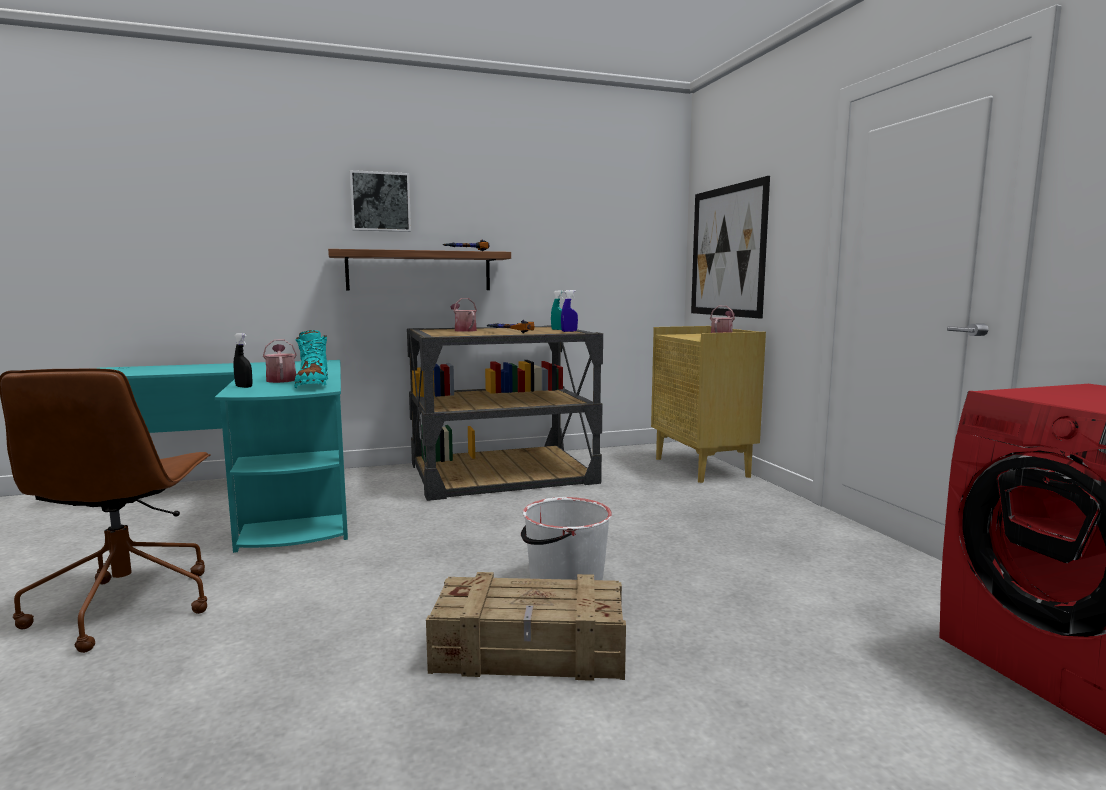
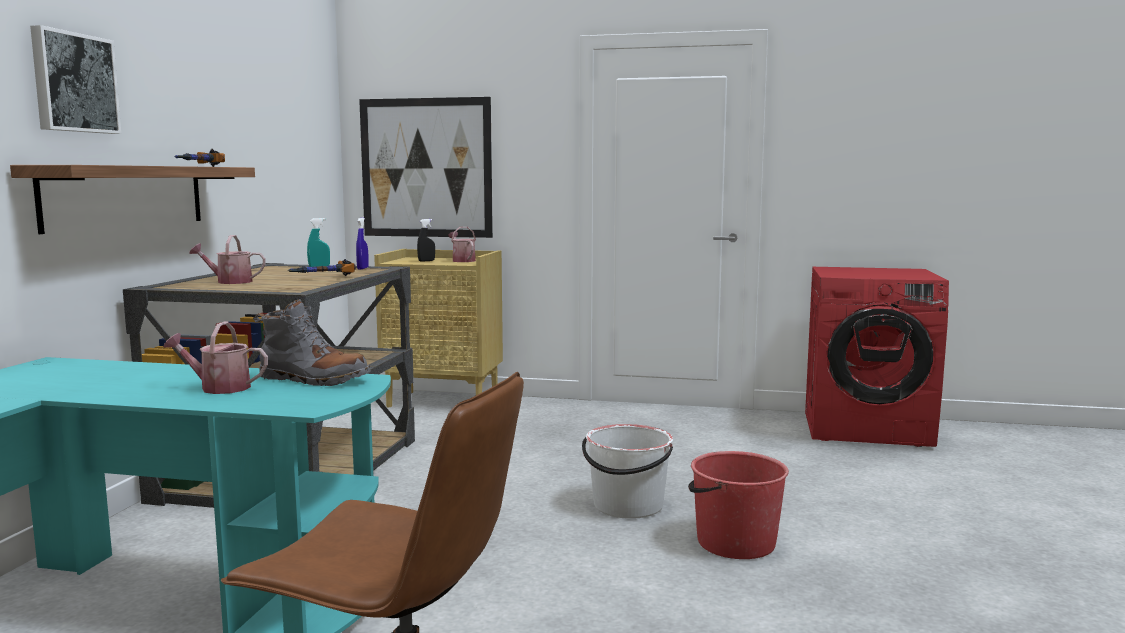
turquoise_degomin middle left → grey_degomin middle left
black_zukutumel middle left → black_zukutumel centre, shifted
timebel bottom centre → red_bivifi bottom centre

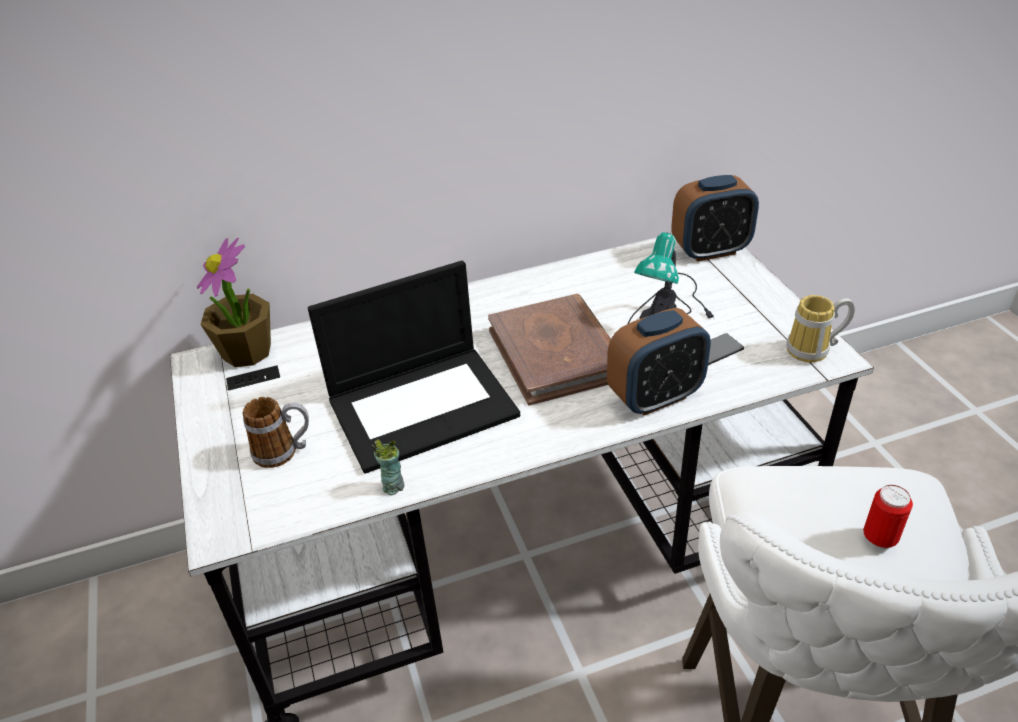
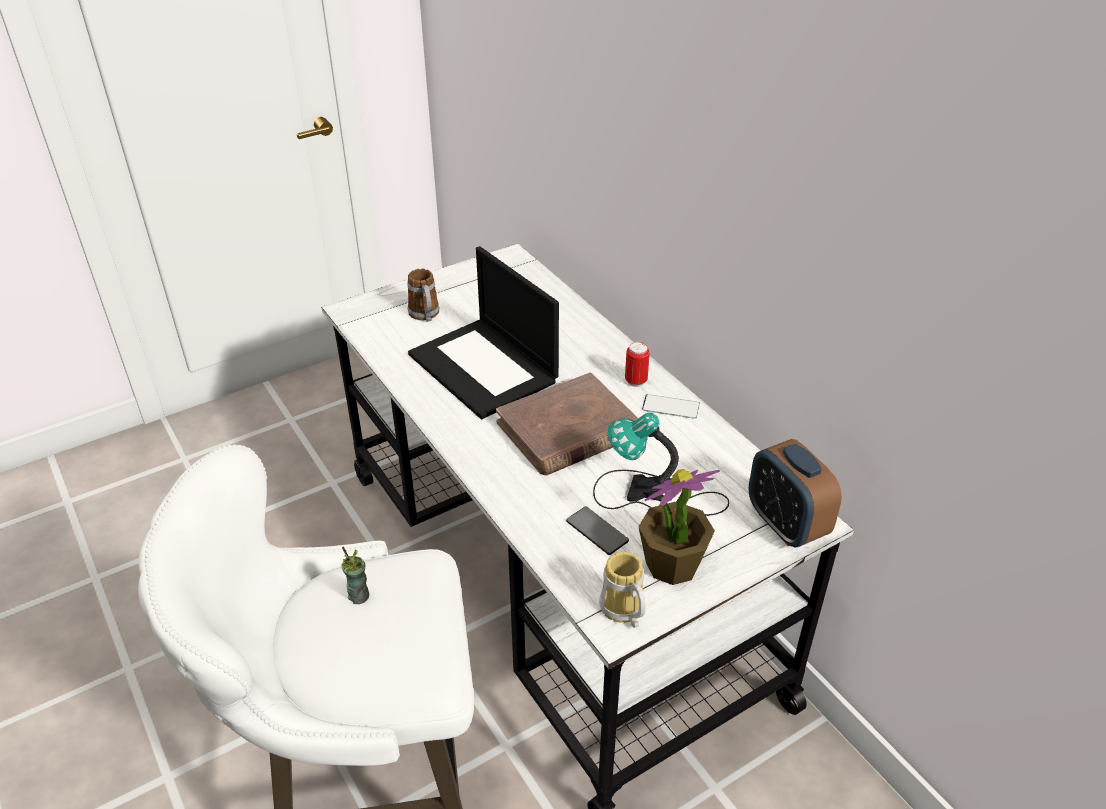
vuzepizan middle left → vuzepizan centre, shifted
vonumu (no. 1 from left) centre → -
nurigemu centre → nurigemu bottom left, shifted
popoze bottom right → popoze centre, shifted
- → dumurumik (no. 2 from left) centre

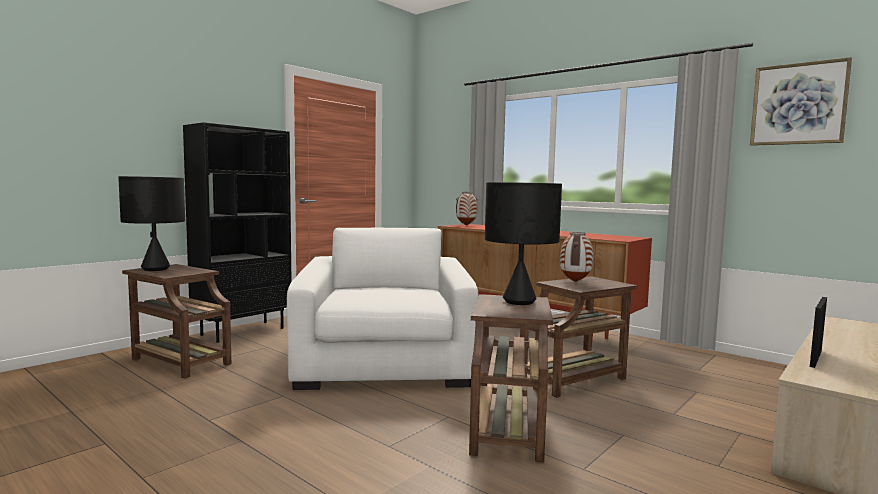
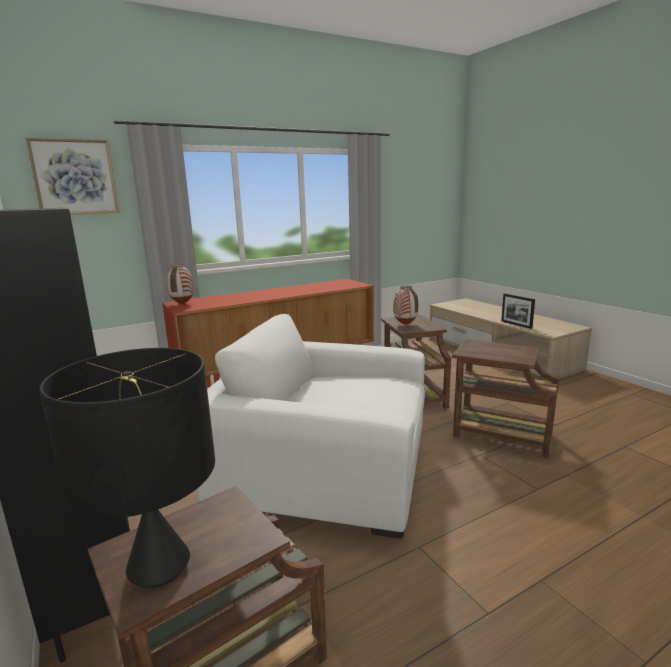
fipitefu top right → fipitefu top left, shifted
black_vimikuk (no. 2 from left) centre → -

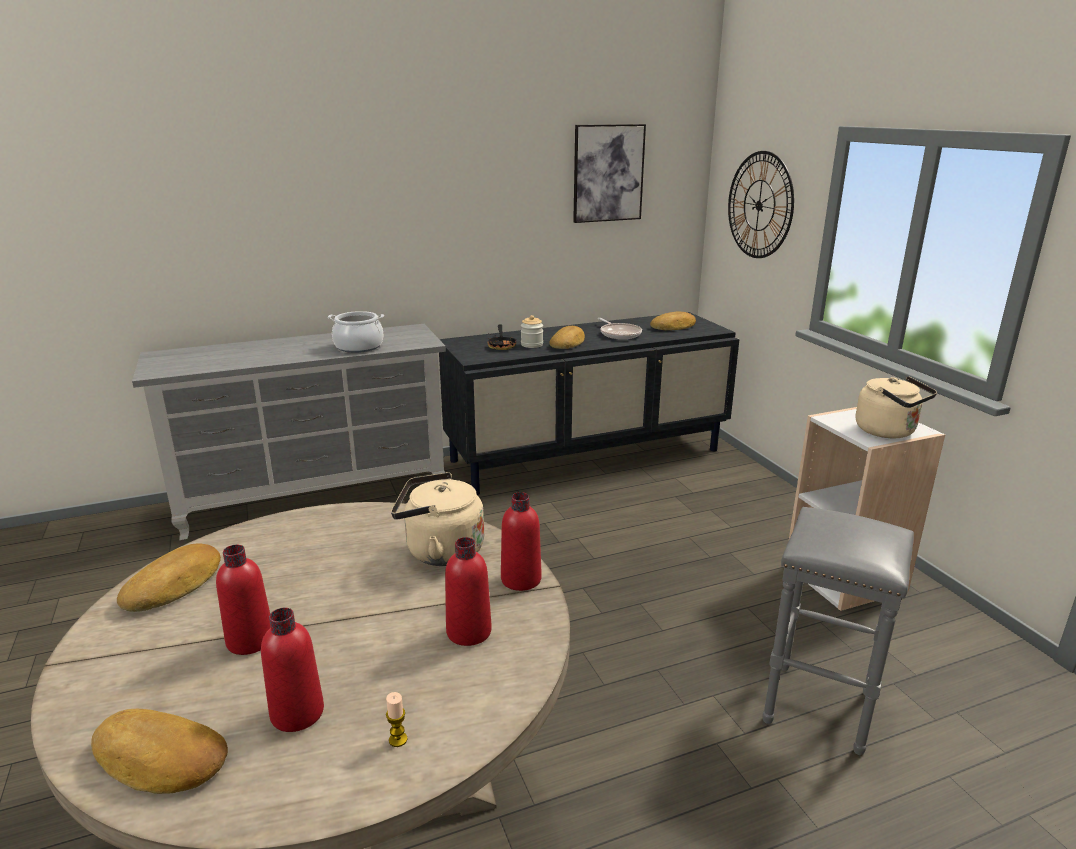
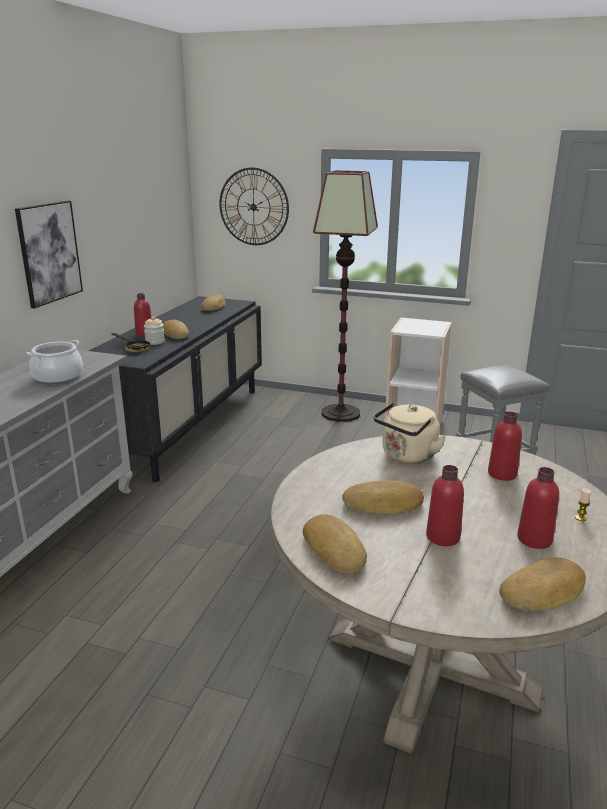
fipitefu top centre → fipitefu top left, shifted
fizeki (no. 2 from left) centre → -
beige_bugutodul (no. 2 from left) middle right → -
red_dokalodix (no. 4 from left in the first image) centre → red_dokalodix (no. 1 from left) middle left, shifted
- → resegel centre
- → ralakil (no. 4 from left) centre

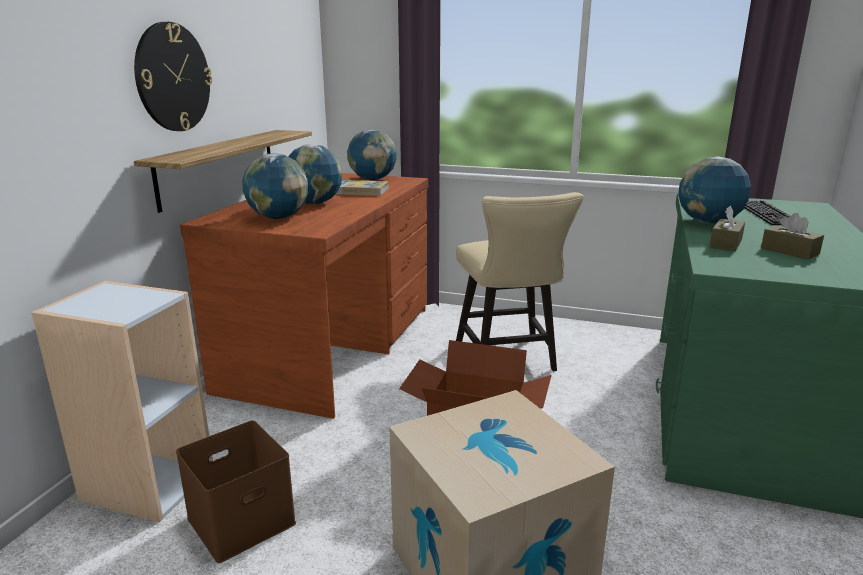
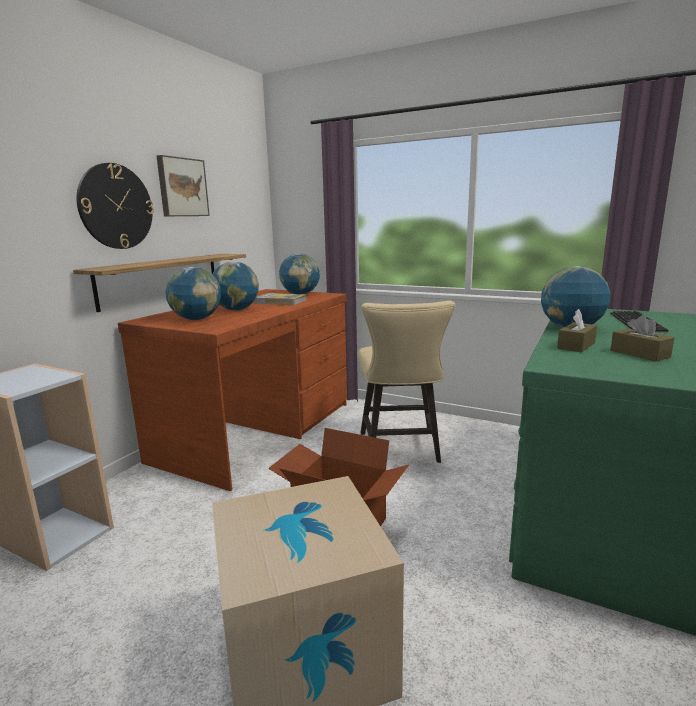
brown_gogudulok bottom left → -
- → fipitefu top left

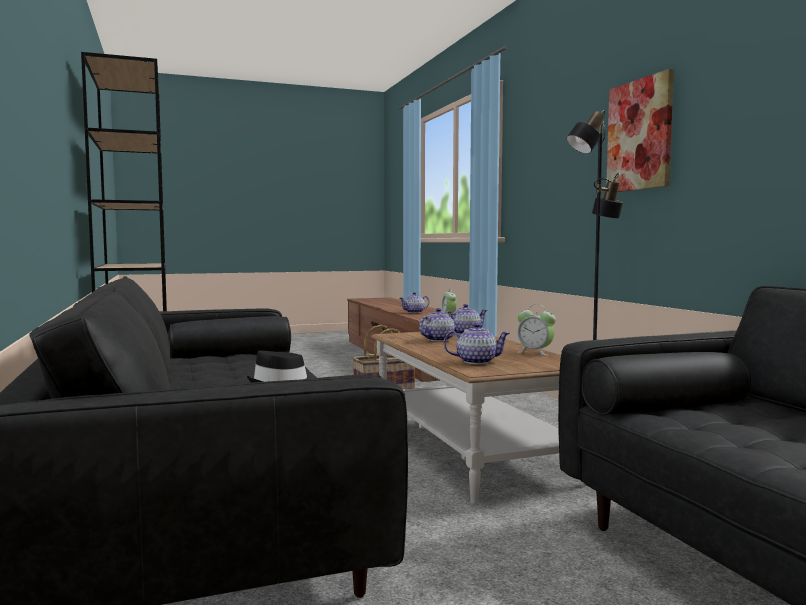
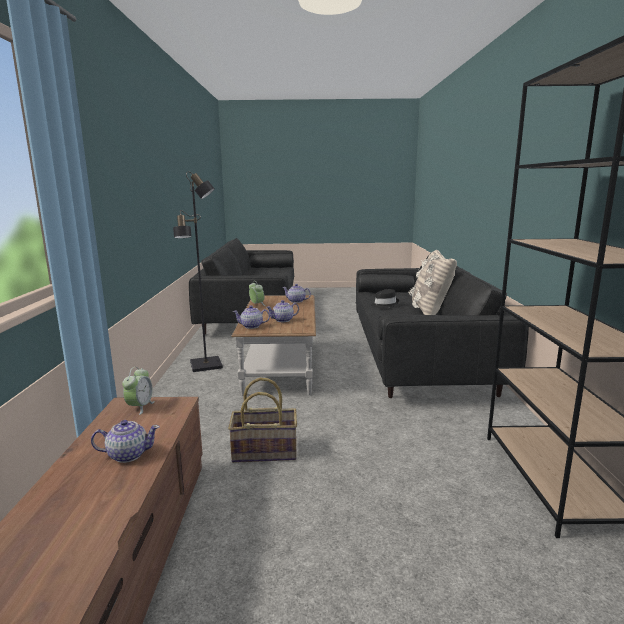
fipitefu top right → -
- → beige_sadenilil middle right

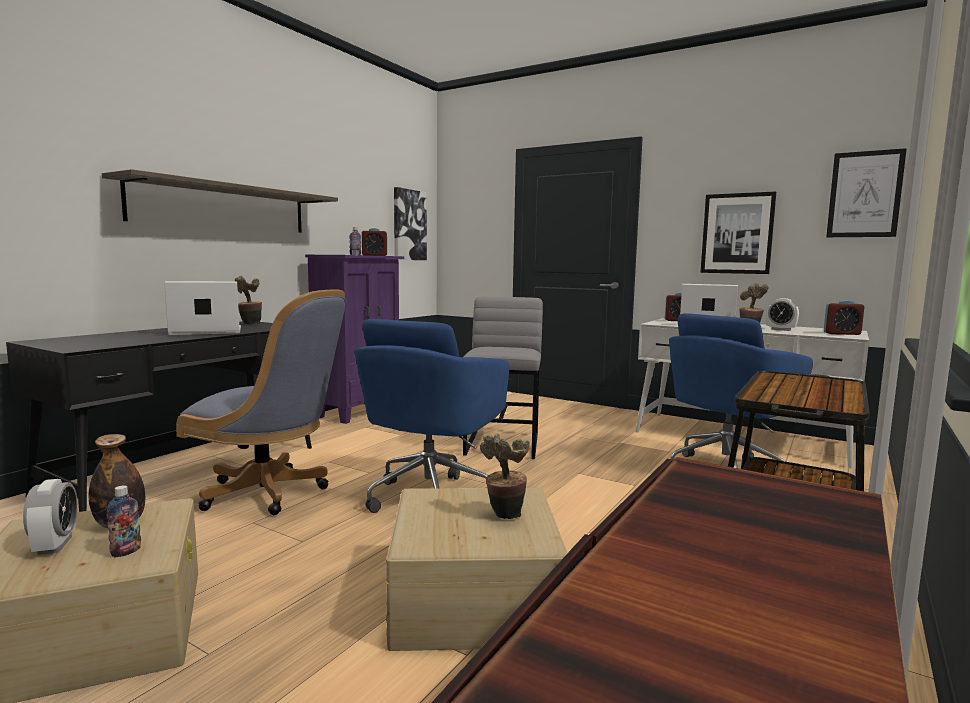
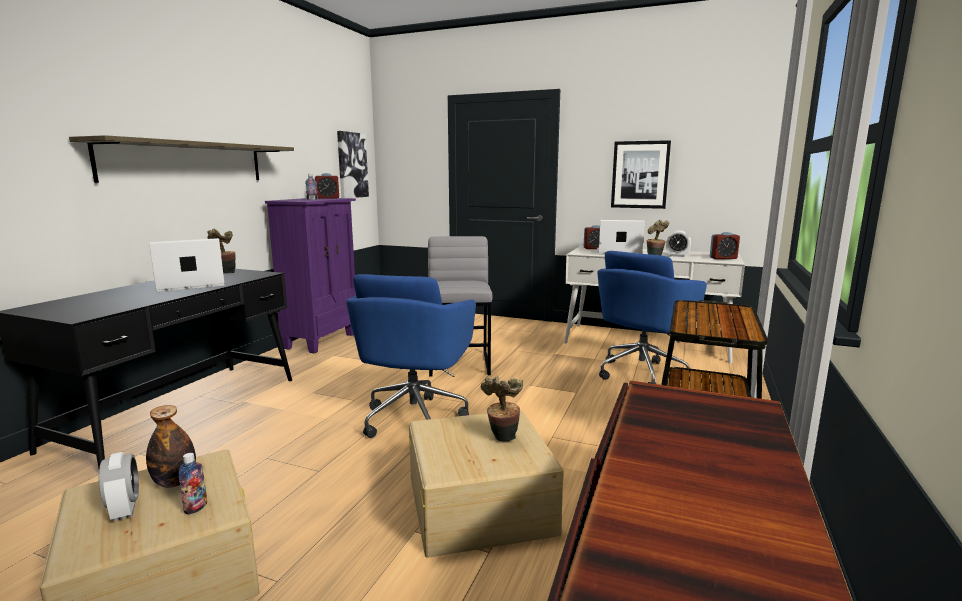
fipitefu (no. 3 from left) top right → -
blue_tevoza (no. 1 from left) middle left → -

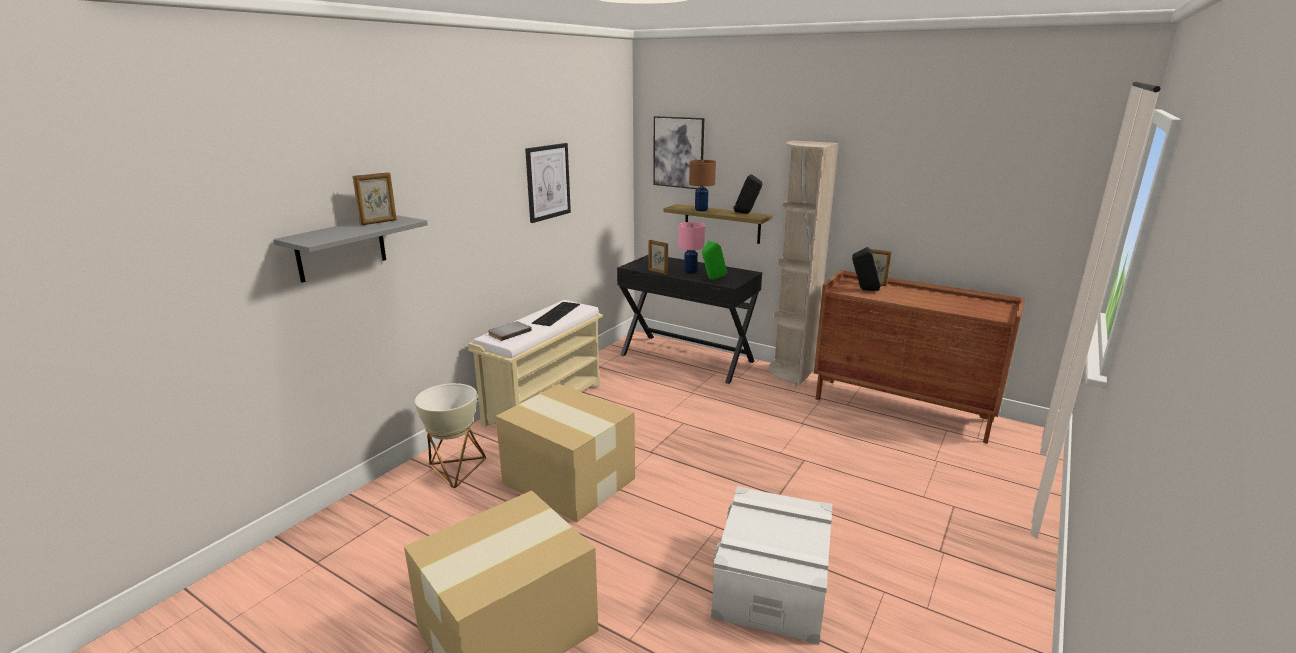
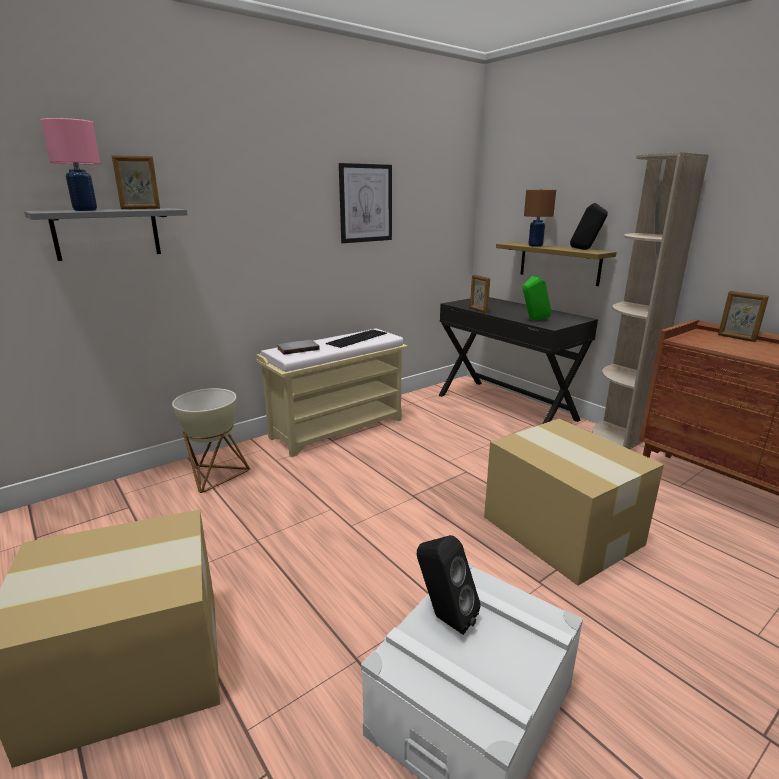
fipitefu (no. 2 from left) top centre → -
pink_vimikuk centre → pink_vimikuk top left, shifted
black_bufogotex (no. 2 from left in the first image) middle right → black_bufogotex (no. 1 from left) bottom centre, shifted
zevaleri (no. 2 from left) bottom centre → zevaleri (no. 2 from left) middle right, shifted

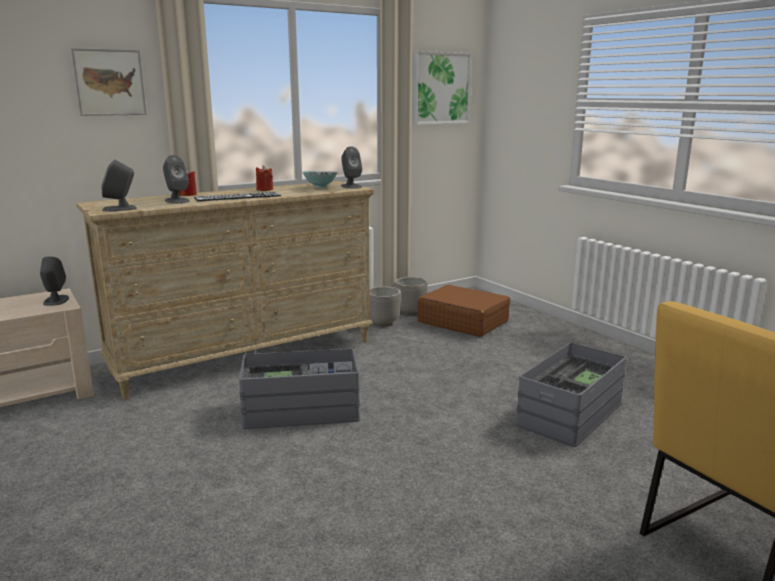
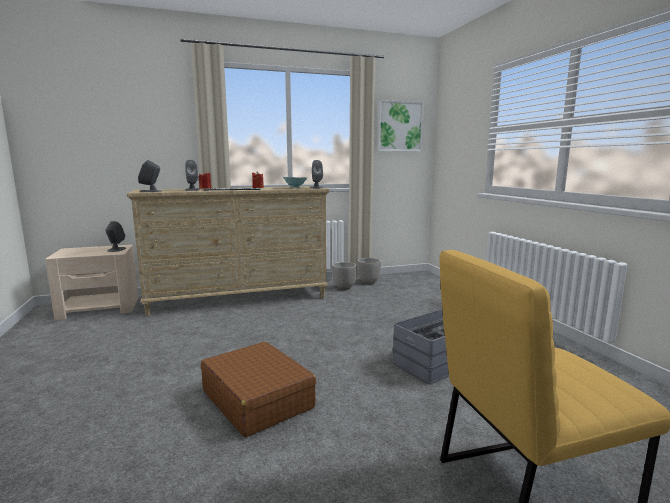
fipitefu (no. 1 from left) top left → -
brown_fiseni centre → brown_fiseni bottom centre, shifted
grey_gogudulok (no. 1 from left) bottom centre → -

